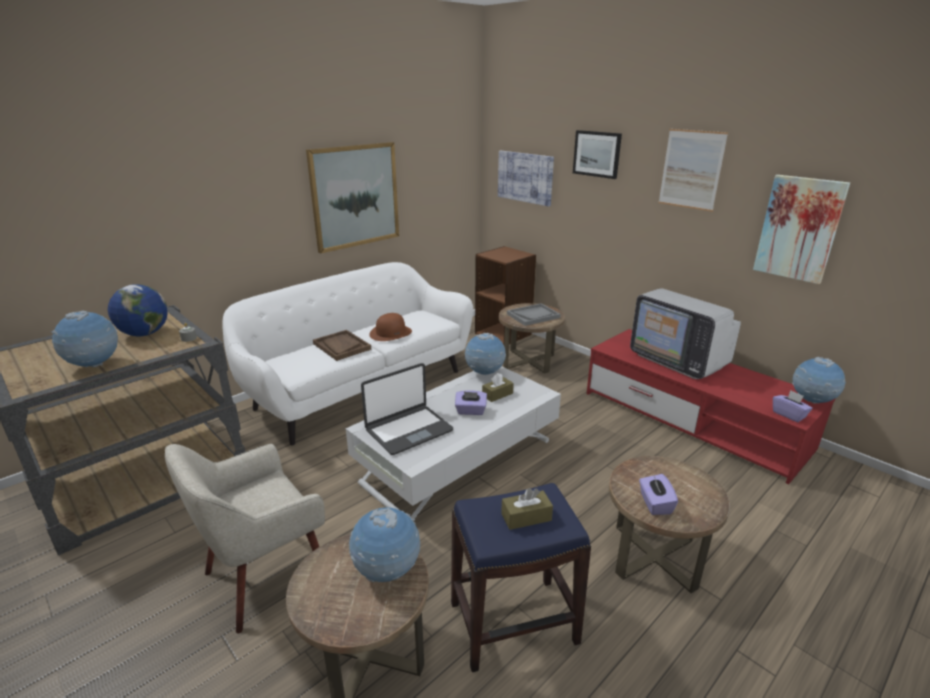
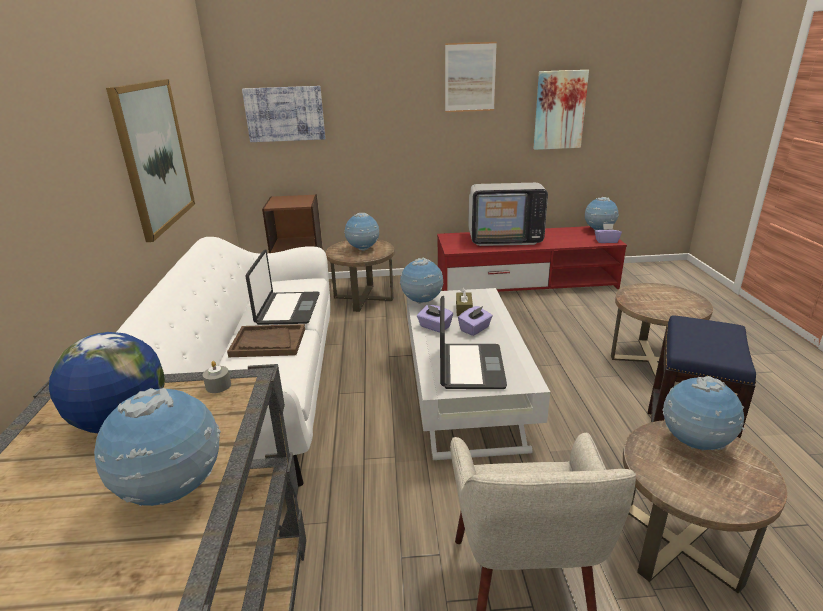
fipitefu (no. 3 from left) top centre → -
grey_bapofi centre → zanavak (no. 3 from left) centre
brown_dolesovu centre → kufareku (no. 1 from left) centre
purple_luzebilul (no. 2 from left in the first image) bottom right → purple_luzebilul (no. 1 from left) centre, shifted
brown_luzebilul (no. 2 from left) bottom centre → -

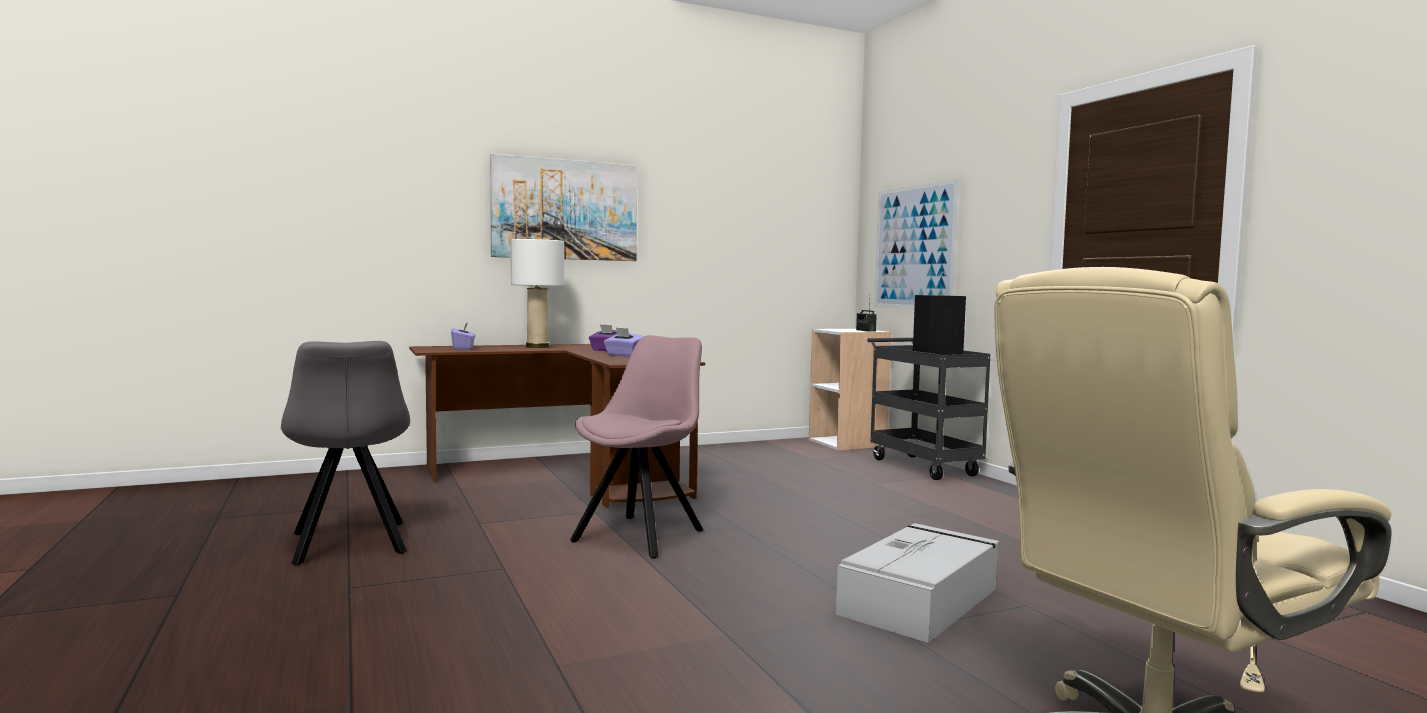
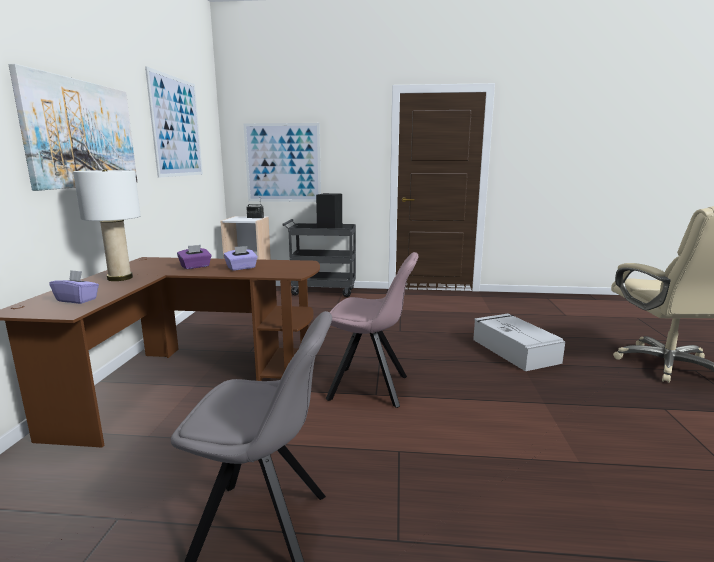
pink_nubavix centre, 135 degrees clockwise
- → fipitefu (no. 2 from left) top left

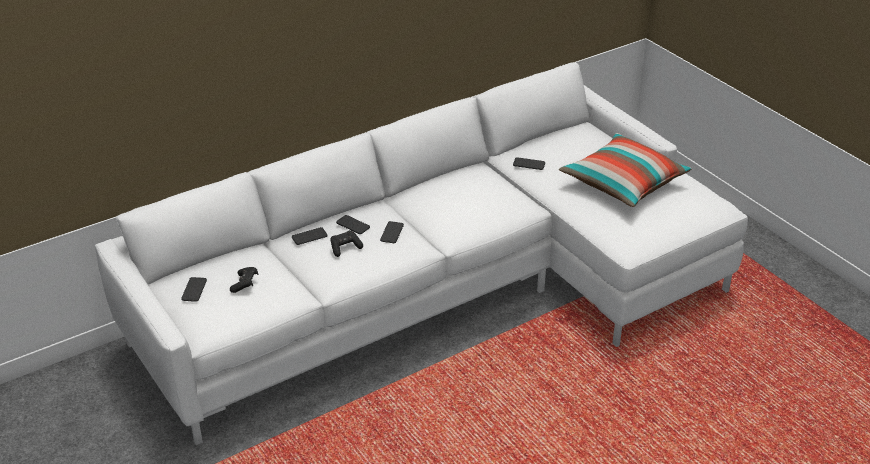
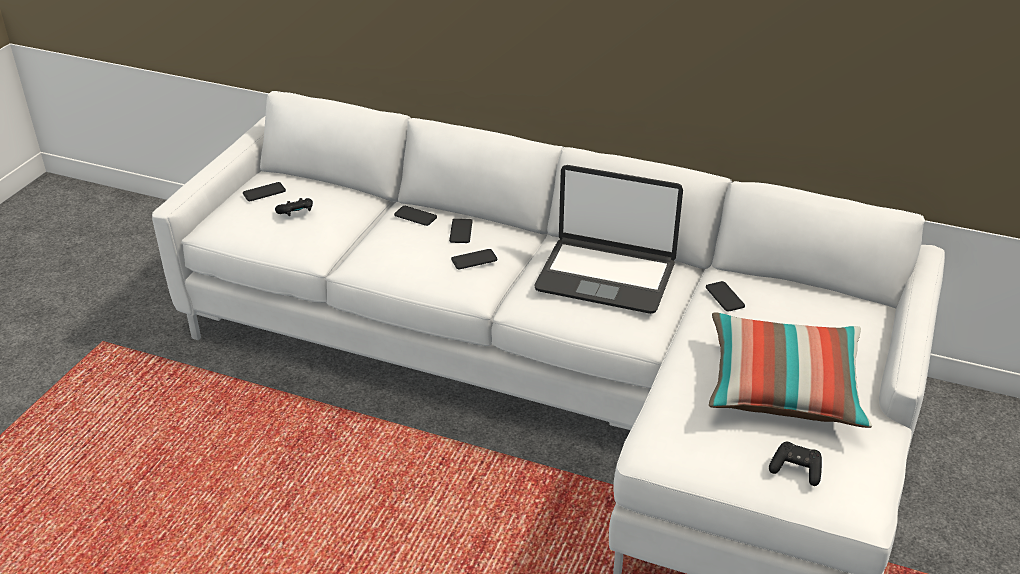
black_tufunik (no. 2 from left) centre → black_tufunik (no. 2 from left) bottom right, shifted
- → kufareku centre

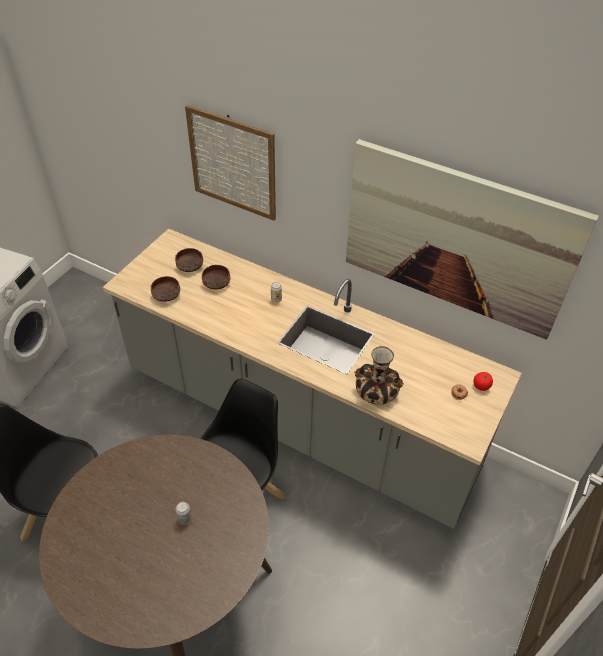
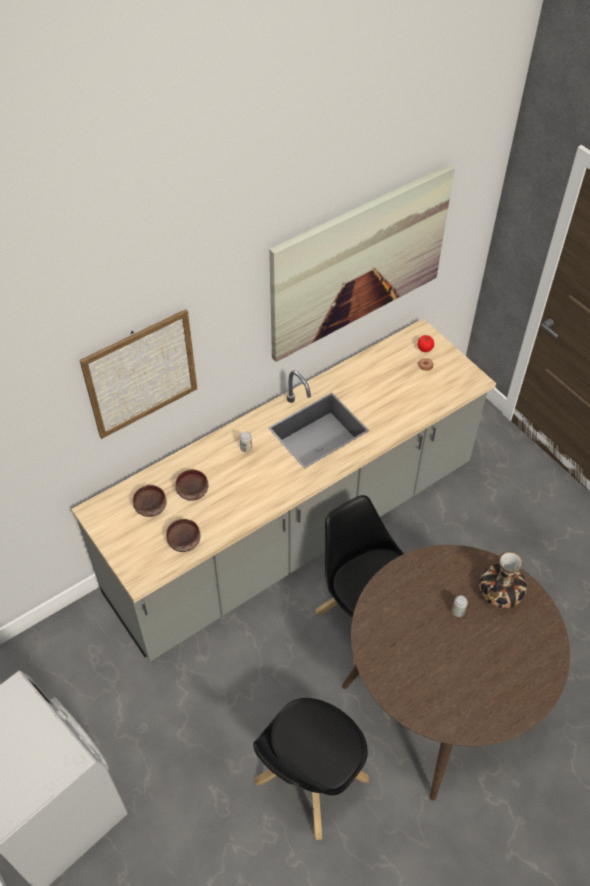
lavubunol centre → lavubunol middle right, shifted

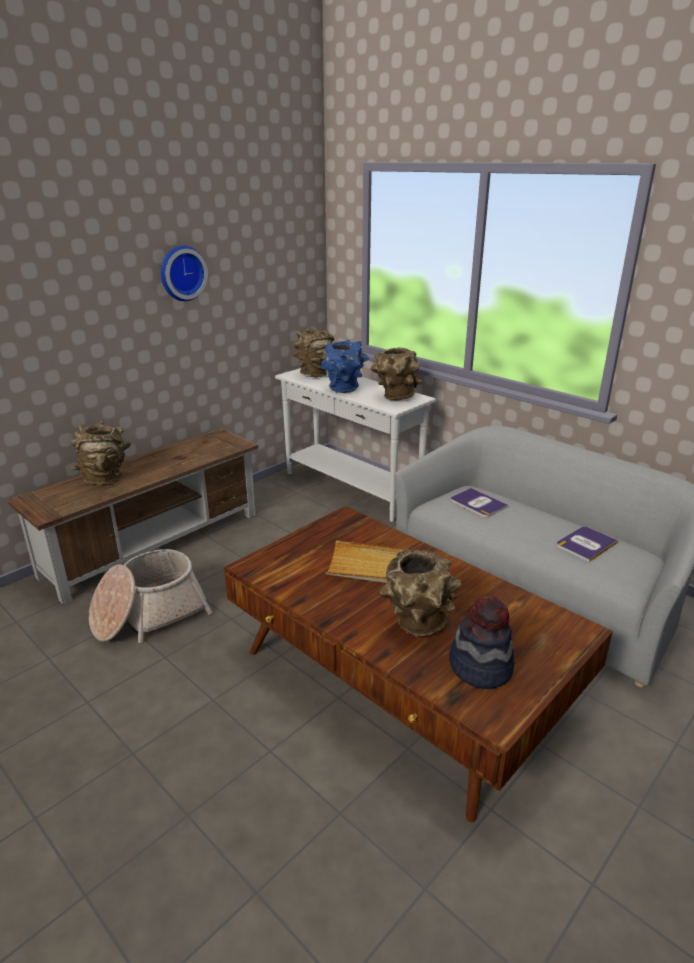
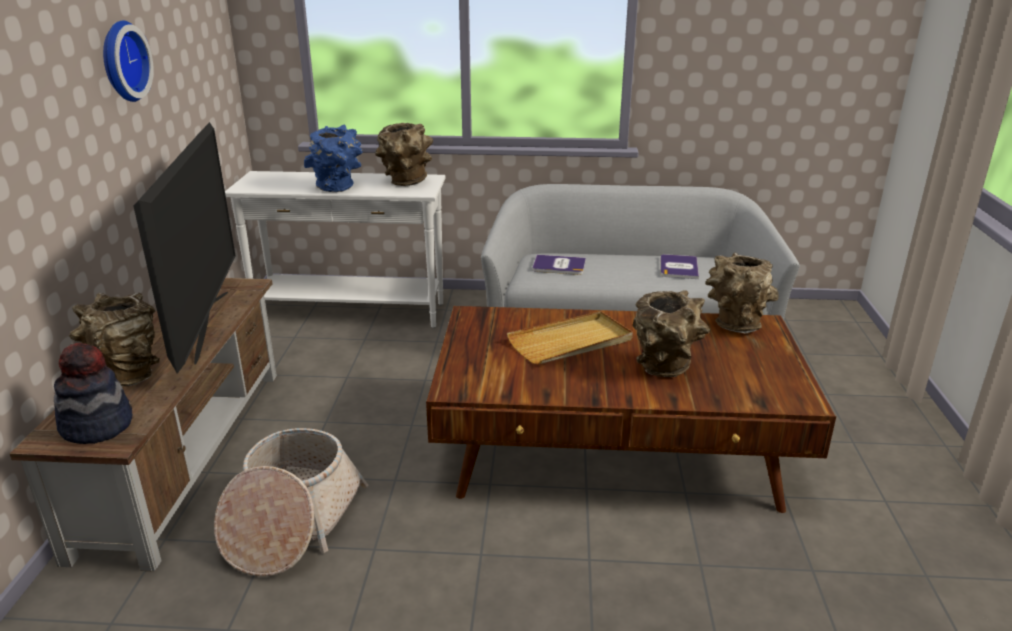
brown_lavubunol (no. 2 from left in the first image) centre → brown_lavubunol (no. 4 from left) middle right, shifted
dolesovu bottom right → dolesovu middle left, shifted
- → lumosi middle left

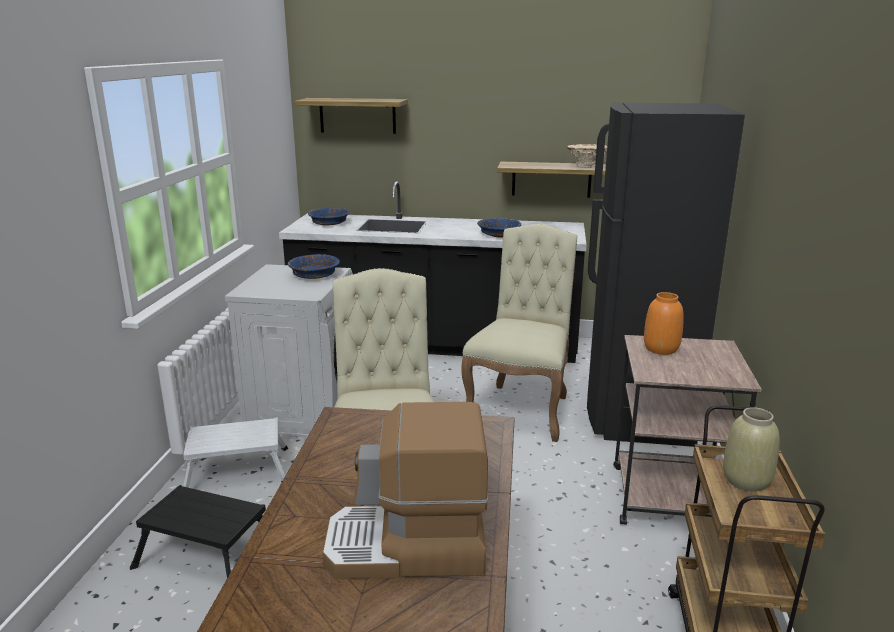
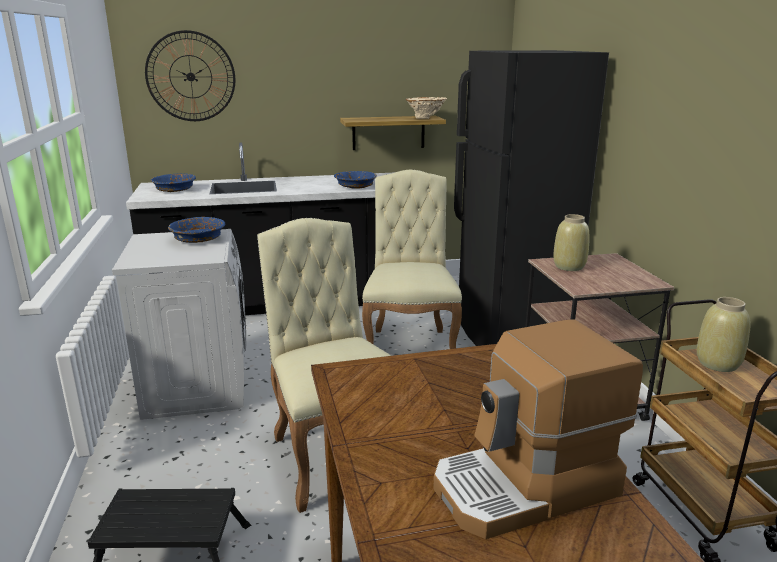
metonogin (no. 1 from left) top centre → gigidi top left
orange_lavubunol middle right → beige_lavubunol (no. 2 from left) middle right
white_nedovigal bottom left → -

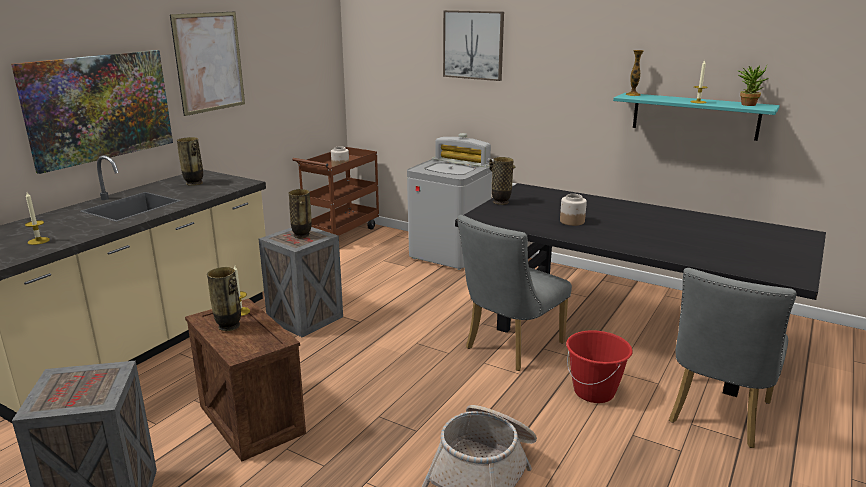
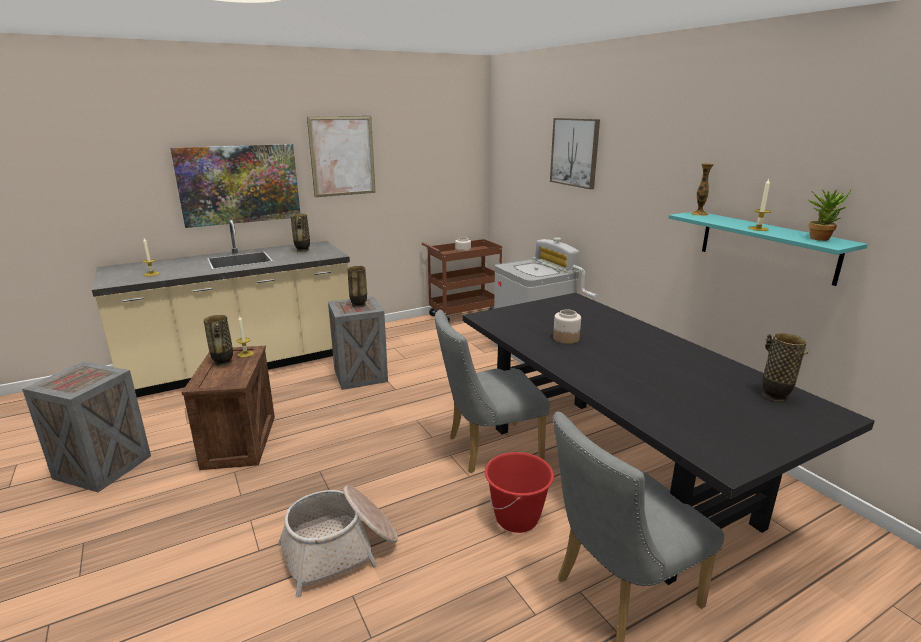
lavubunol (no. 4 from left in the first image) centre → lavubunol (no. 5 from left) middle right, shifted

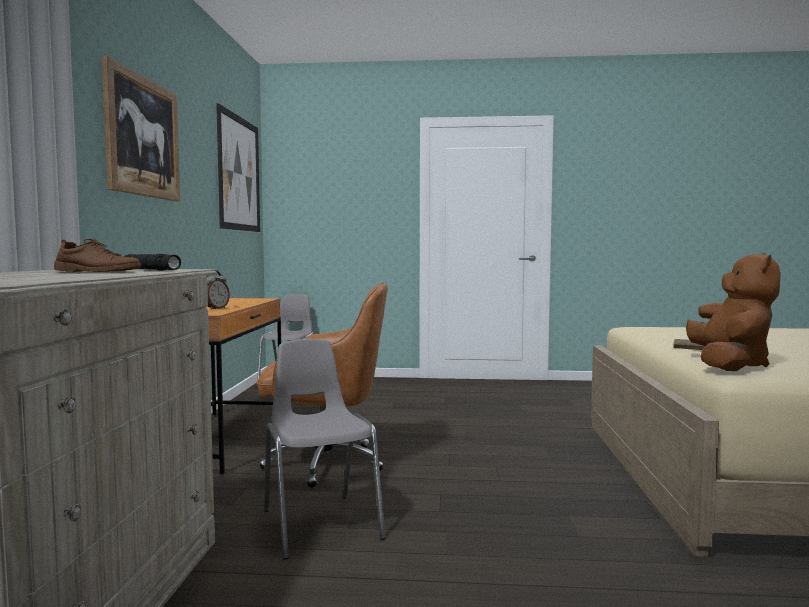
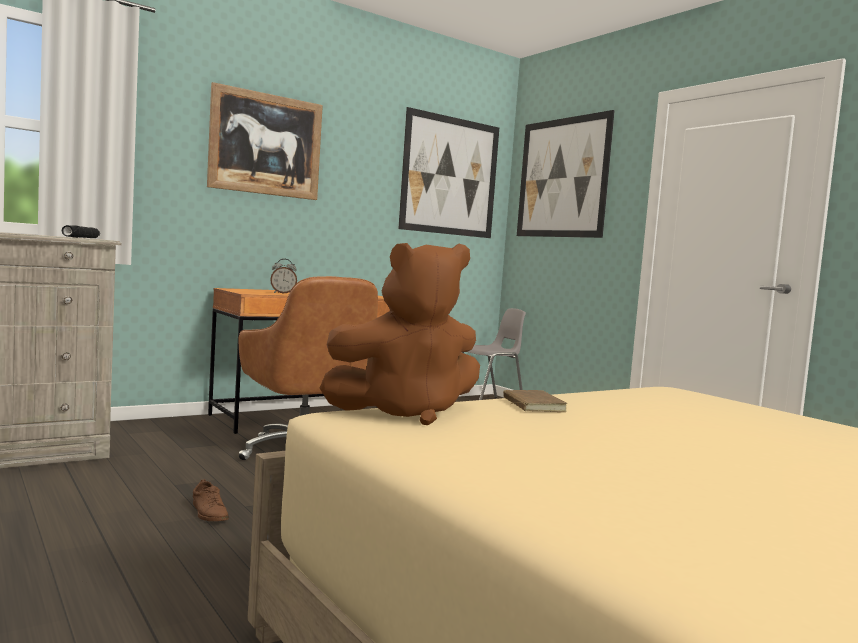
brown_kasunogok middle left → brown_kasunogok bottom left, shifted
grey_nubavix (no. 2 from left) bottom centre → -
- → fipitefu (no. 3 from left) top centre

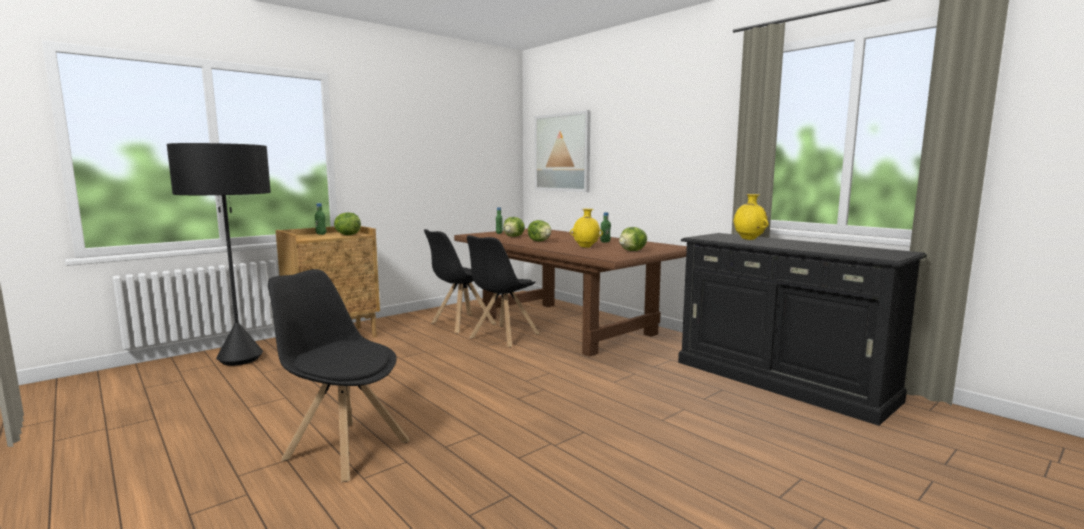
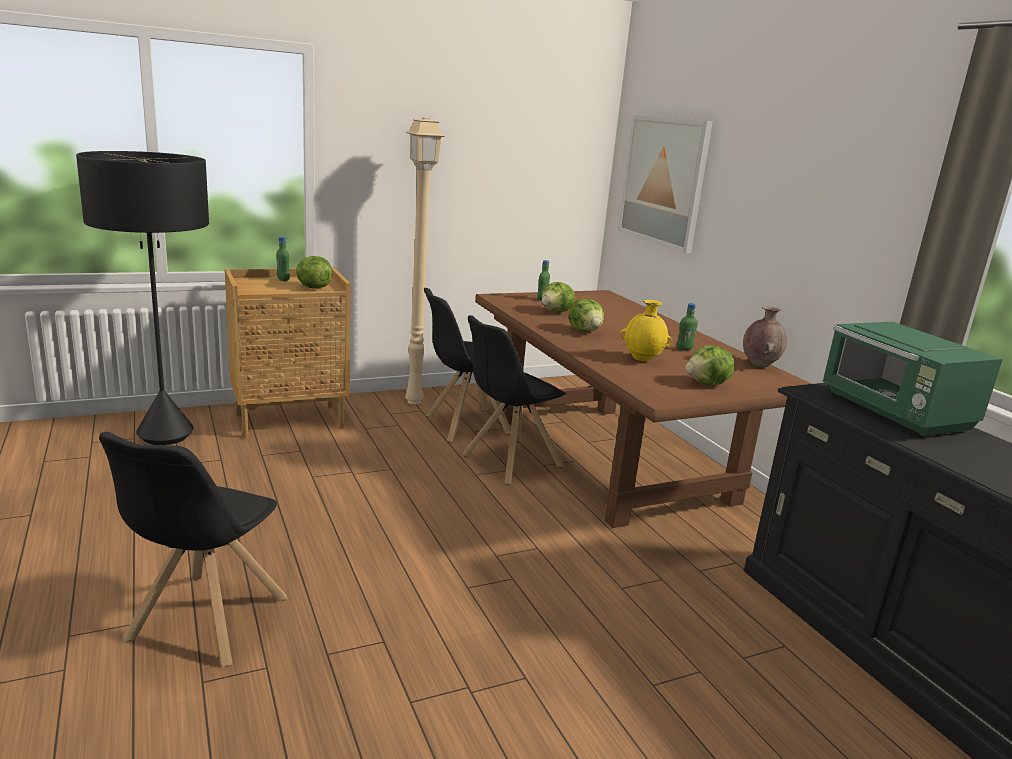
yellow_lavubunol (no. 2 from left) middle right → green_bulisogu middle right
black_nubavix (no. 1 from left) bottom left, 120 degrees counterclockwise
- → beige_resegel centre
- → brown_lavubunol middle right

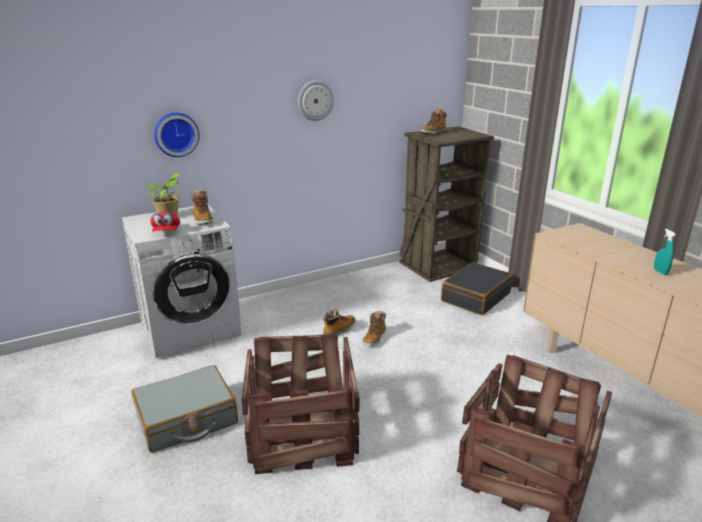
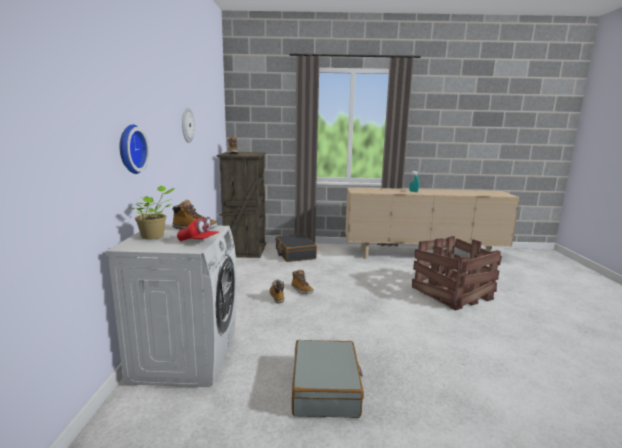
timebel (no. 1 from left) bottom centre → -

